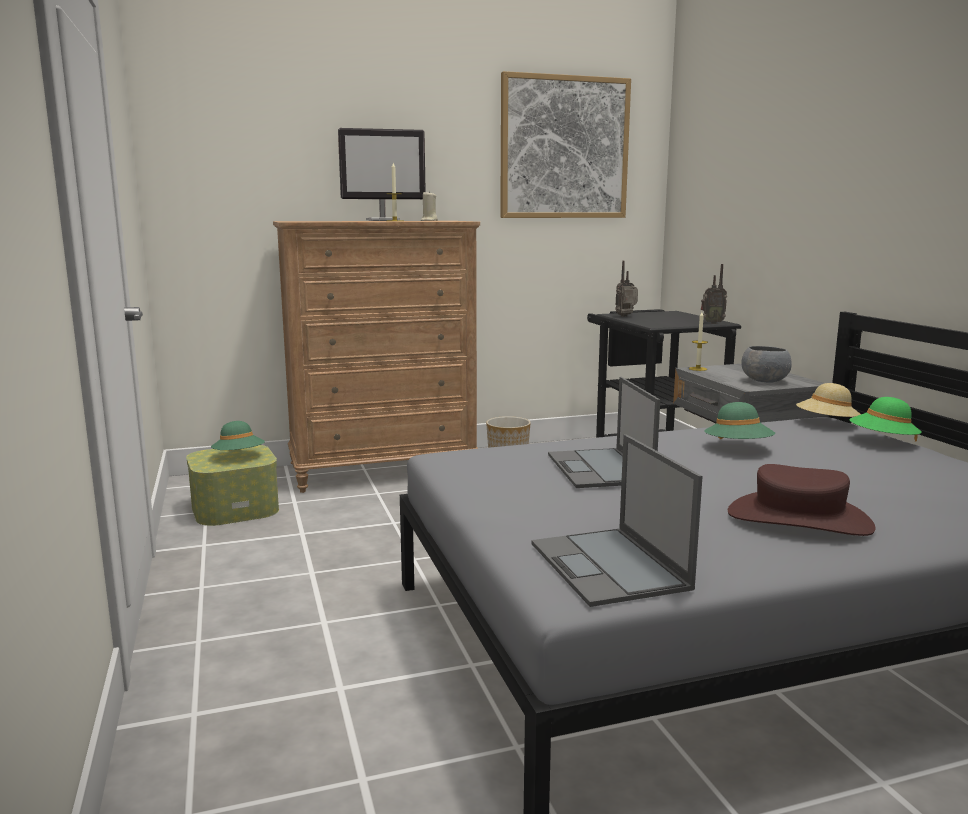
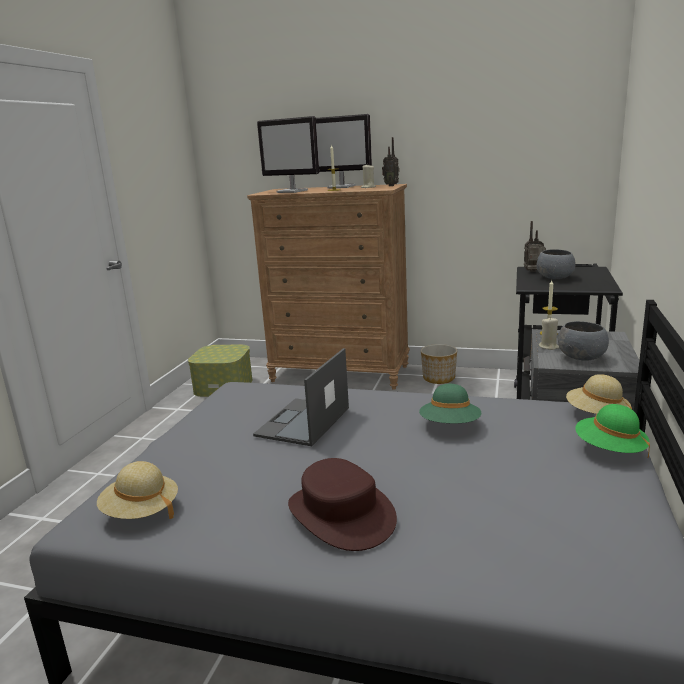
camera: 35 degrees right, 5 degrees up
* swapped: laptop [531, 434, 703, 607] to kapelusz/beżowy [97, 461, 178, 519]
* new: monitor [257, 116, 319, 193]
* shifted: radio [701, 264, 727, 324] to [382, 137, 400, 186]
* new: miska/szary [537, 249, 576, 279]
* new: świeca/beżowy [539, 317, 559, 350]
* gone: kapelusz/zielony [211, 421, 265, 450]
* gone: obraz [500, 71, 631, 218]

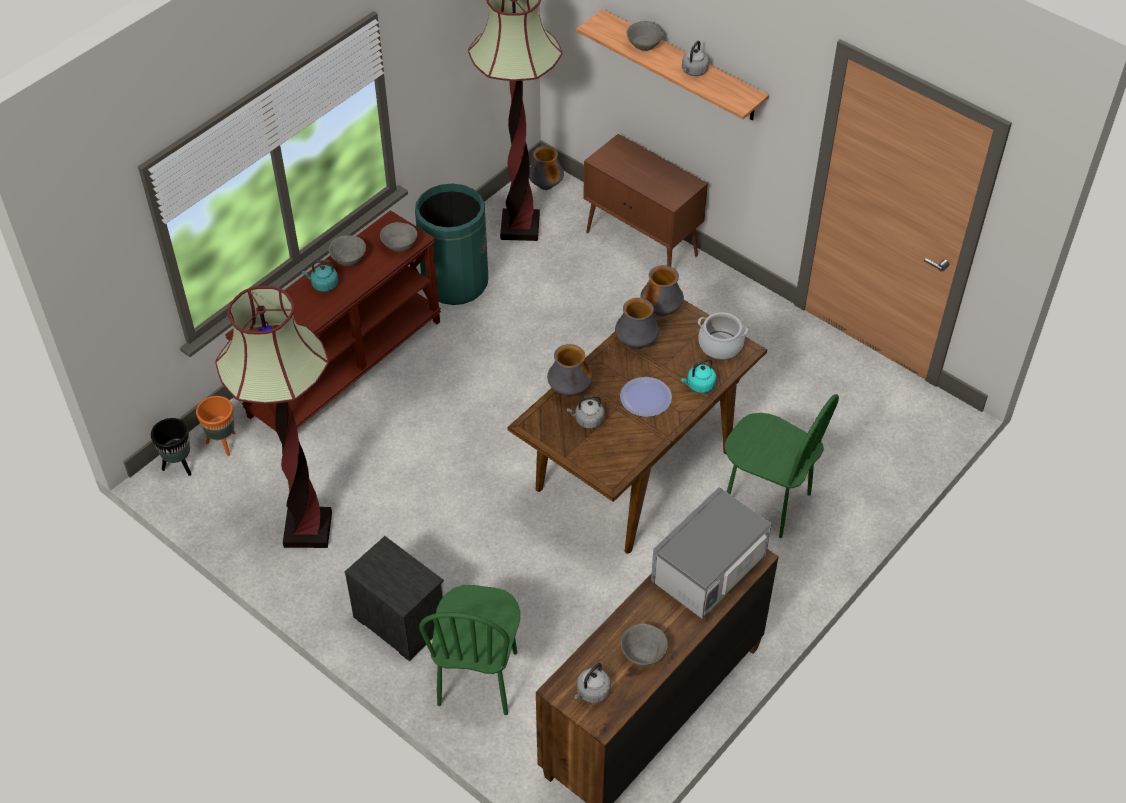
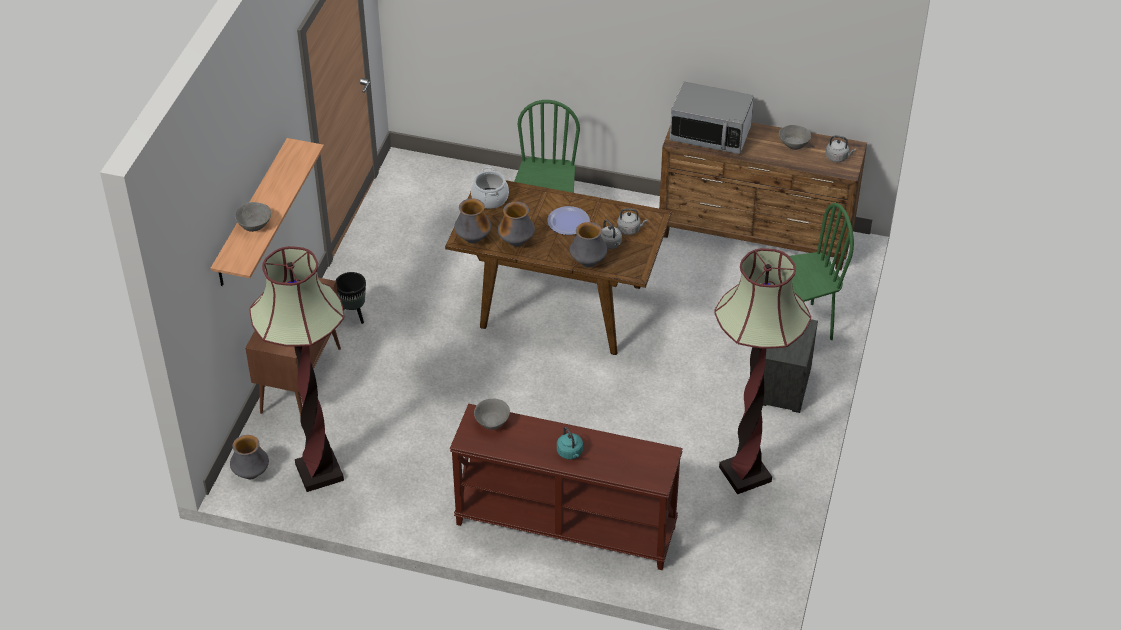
camera: 115 degrees left, 5 degrees down
* shifted: donica/czarny [151, 418, 192, 476] to [336, 272, 366, 324]
* shifted: czajnik/szary [682, 41, 709, 76] to [617, 208, 647, 235]
* gone: donica/pomarańczowy [196, 396, 236, 456]
* gone: miska/szary [329, 235, 366, 266]
* gone: kosz na śmieci/zielony [415, 183, 488, 305]
* gone: czajnik/turkusowy [681, 359, 716, 393]

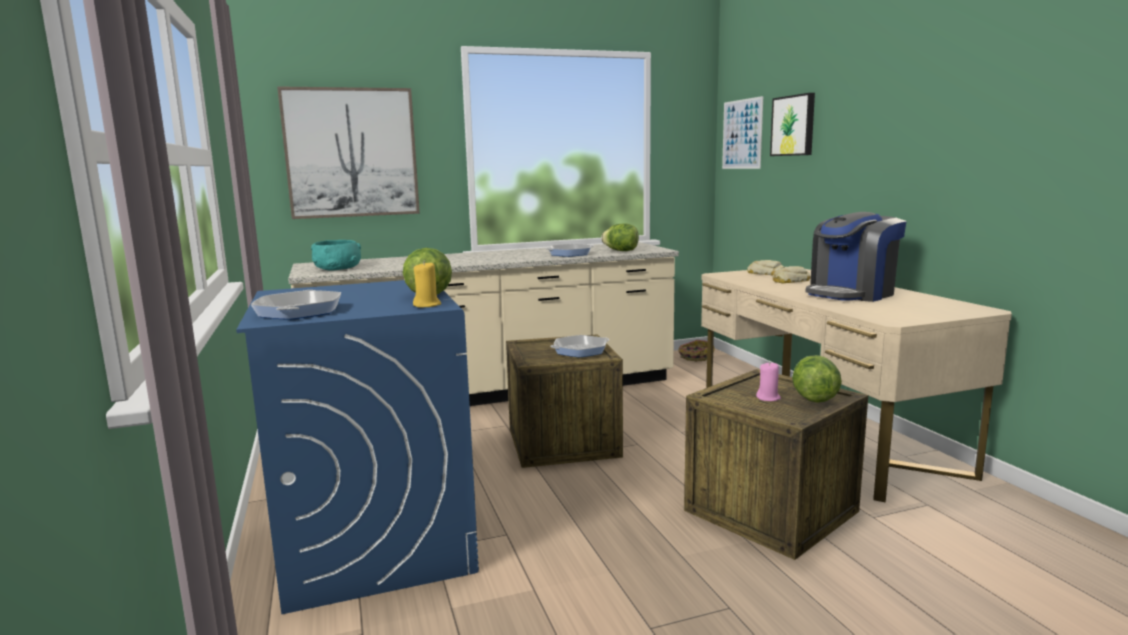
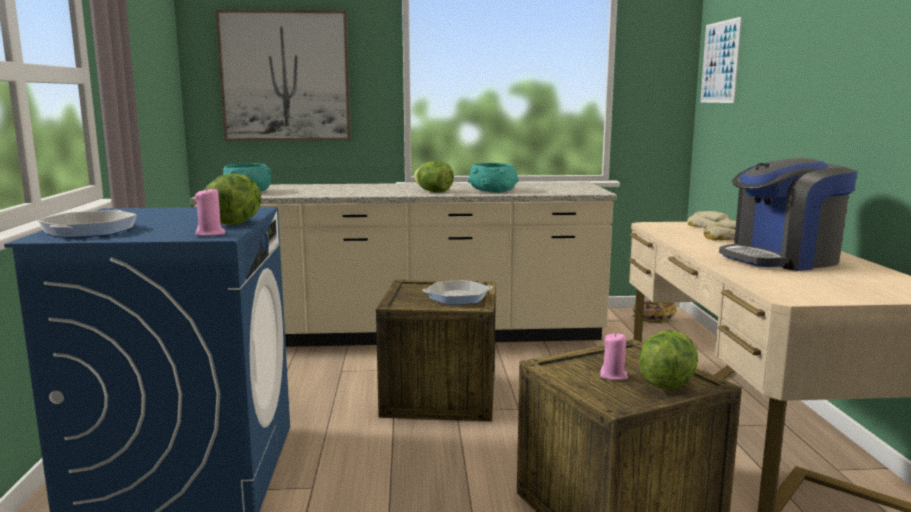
camera: 15 degrees right, 0 degrees up
* repainted: świeca/żółty [413, 261, 441, 307] to świeca/różowy [195, 187, 225, 236]
* shifted: sałata [601, 223, 639, 251] to [414, 161, 454, 192]
* swapped: patelnia [546, 244, 594, 257] to miska/turkusowy [468, 163, 519, 193]
* gone: obraz [770, 93, 815, 156]

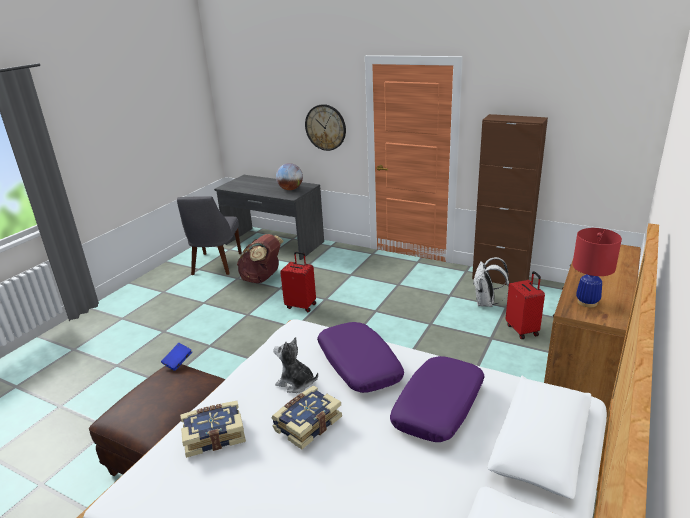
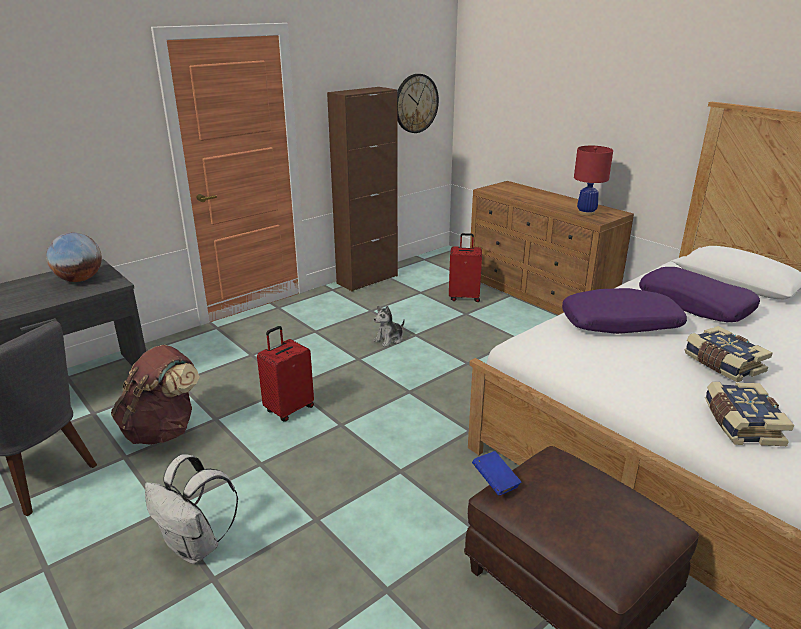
camera: 70 degrees left, 0 degrees up
* shifted: plecak/biały [473, 257, 509, 307] to [145, 454, 238, 564]
* shifted: pluszak [273, 337, 318, 393] to [373, 306, 405, 347]
* shifted: zegar ścienny [305, 104, 346, 151] to [397, 74, 439, 133]

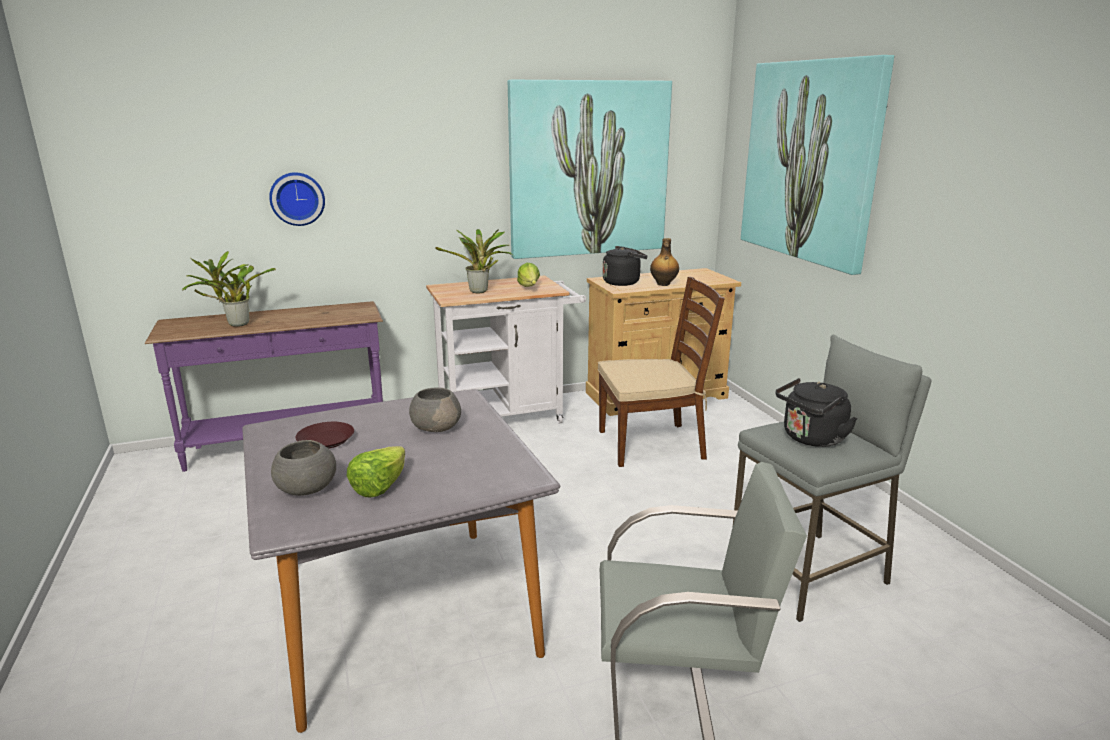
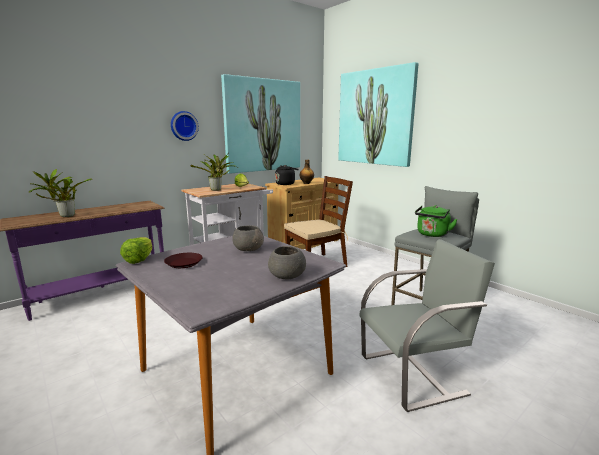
camera: 20 degrees left, 5 degrees down
* shifted: sałata [347, 446, 405, 497] to [120, 237, 152, 264]
* shifted: zegar ścienny [269, 172, 325, 226] to [171, 111, 199, 141]
* shifted: miska/szary [271, 440, 336, 496] to [268, 246, 306, 279]
* repainted: czajnik/czarny [776, 378, 857, 447] to czajnik/zielony [415, 205, 458, 237]

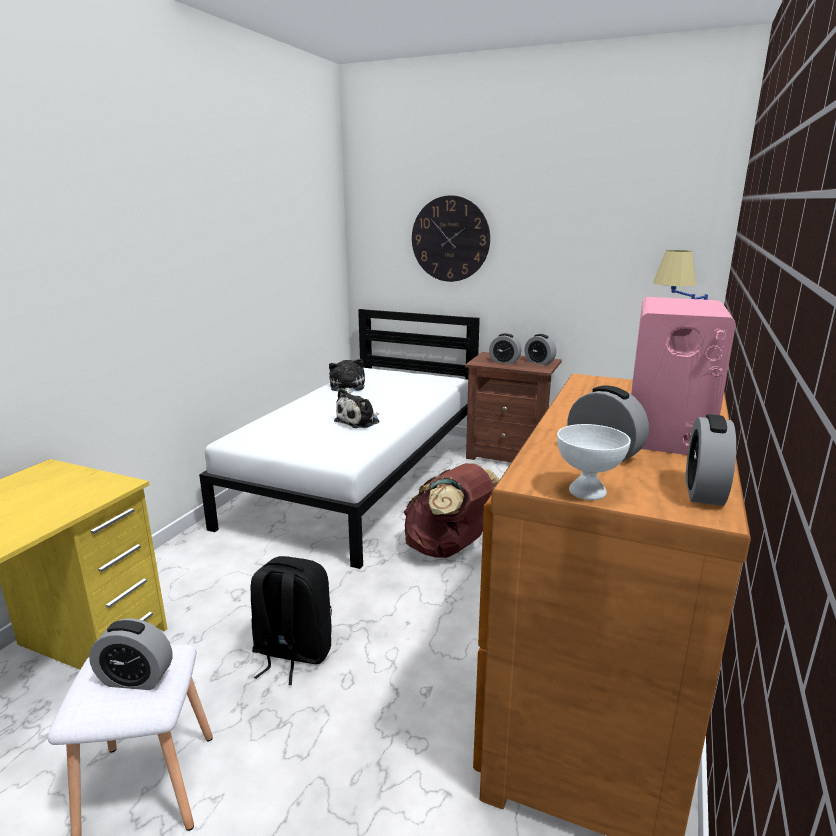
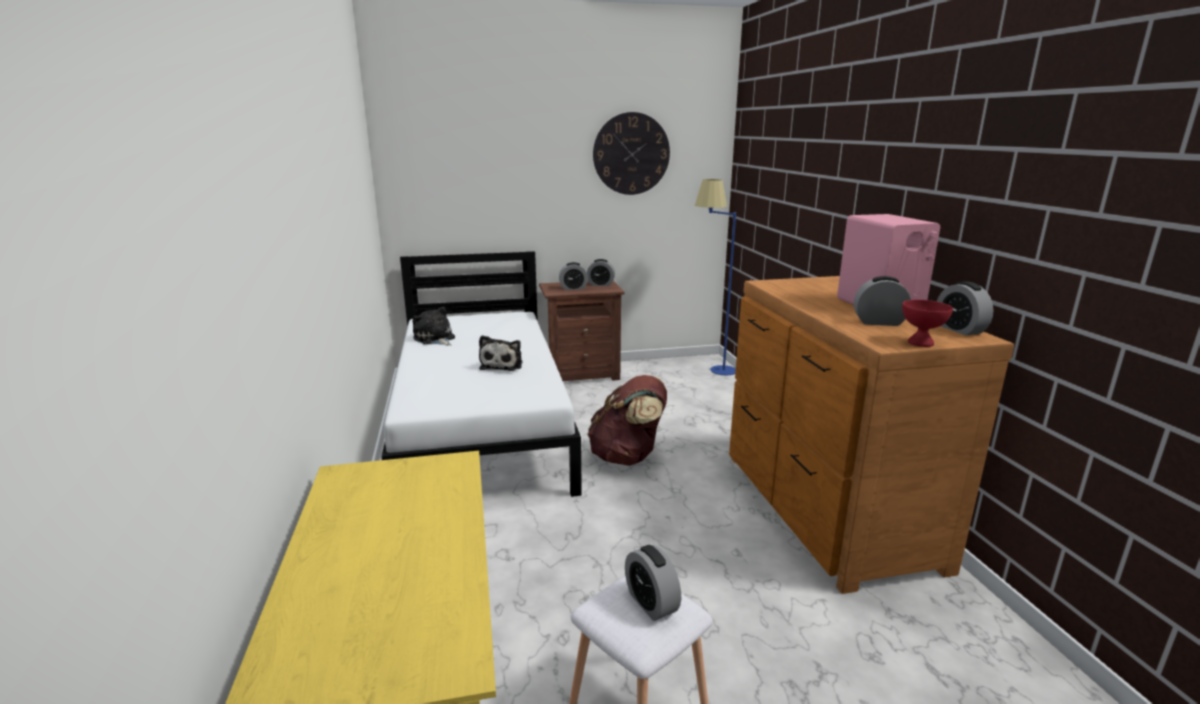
camera: 35 degrees left, 0 degrees up
* shifted: zegar ścienny [412, 195, 490, 282] to [593, 112, 670, 195]
* rotated: budzik [89, 618, 172, 690] = [625, 545, 681, 621] 90 degrees clockwise
* repainted: miska/biały [557, 424, 631, 500] to miska/czerwony [902, 300, 953, 347]
* gone: plecak/czarny [251, 556, 332, 685]

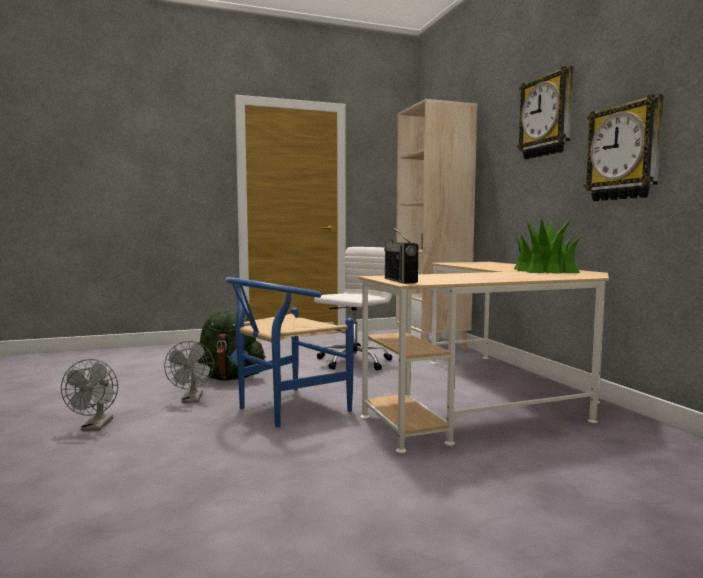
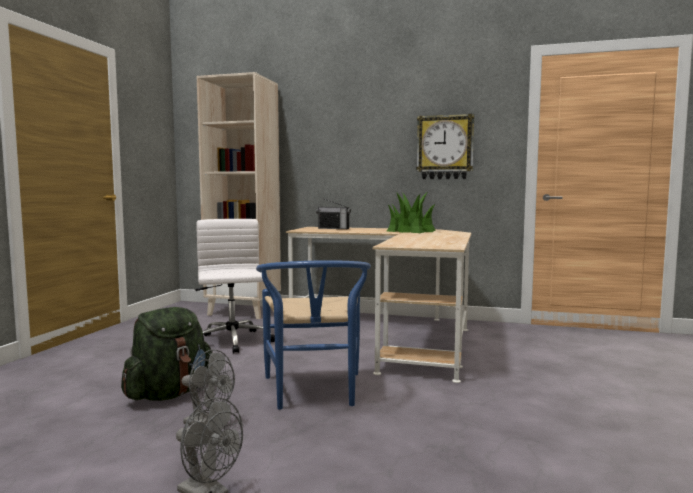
camera: 55 degrees left, 0 degrees up
* shifted: radio [384, 226, 418, 284] to [316, 198, 351, 229]
* gone: zegar ścienny [517, 66, 573, 159]

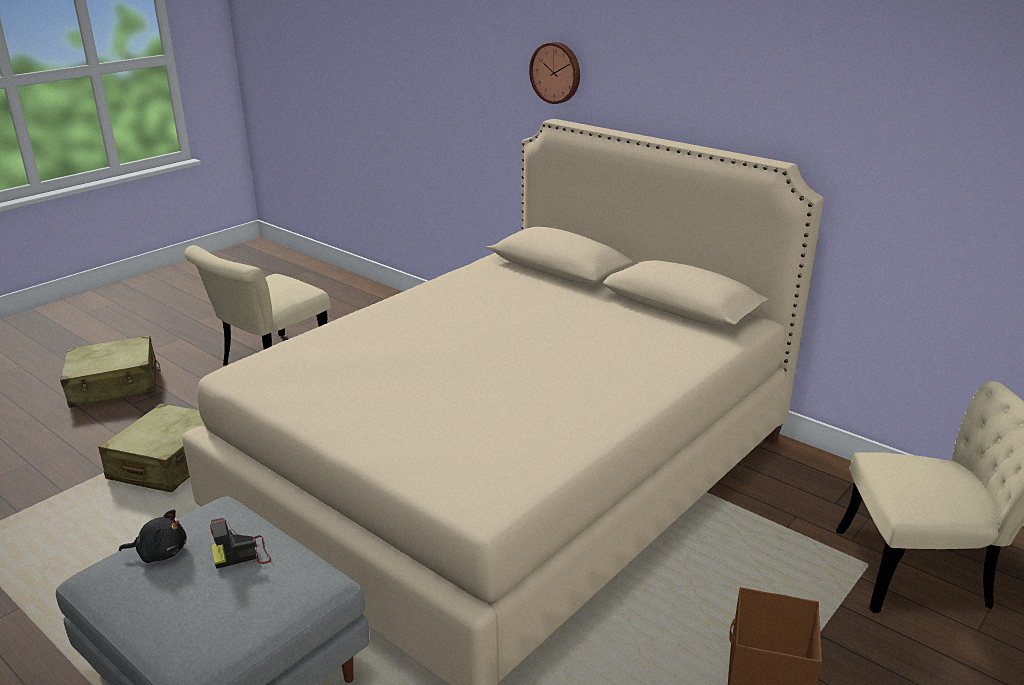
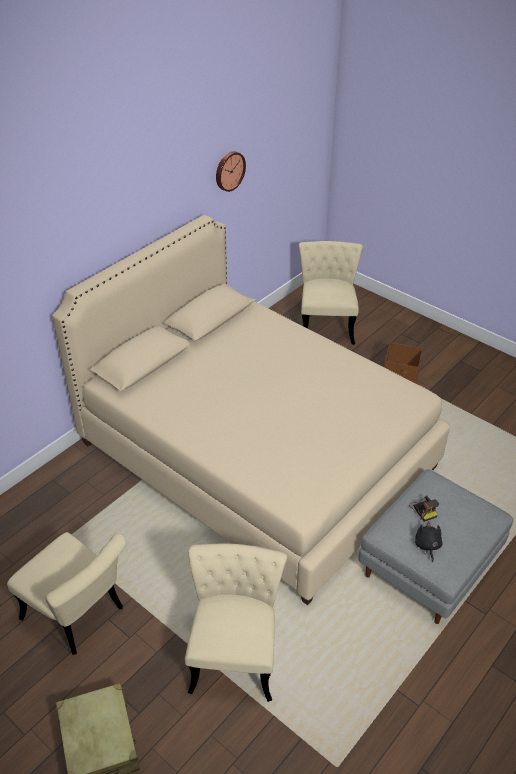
camera: 90 degrees left, 15 degrees up
* swapped: walizka/beżowy [98, 403, 206, 492] to krzesło/beżowy [185, 543, 287, 702]
* shifted: zegar ścienny [529, 42, 580, 104] to [216, 151, 246, 192]

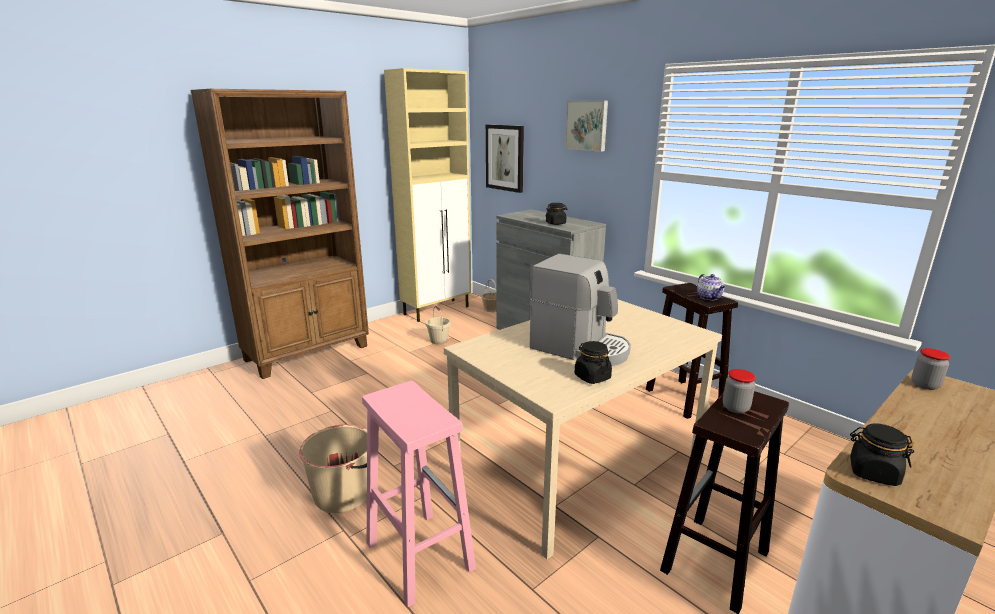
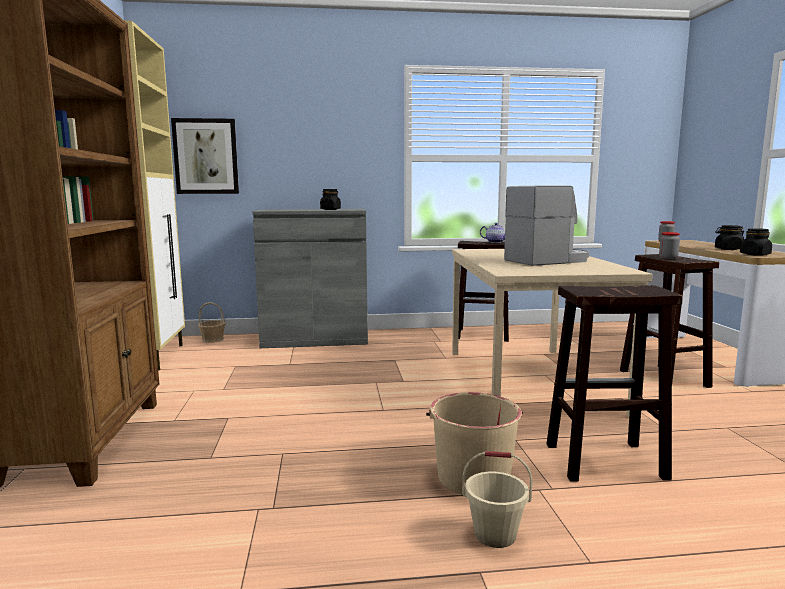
camera: 55 degrees left, 10 degrees down
* shifted: wiadro/beżowy [426, 306, 451, 344] to [462, 451, 533, 548]
* repainted: stołek/różowy [362, 381, 476, 607] to stołek/brązowy [547, 285, 683, 482]
* shifted: słoik/czarny [574, 341, 612, 384] to [715, 225, 744, 250]
* gone: obraz [565, 101, 608, 152]

